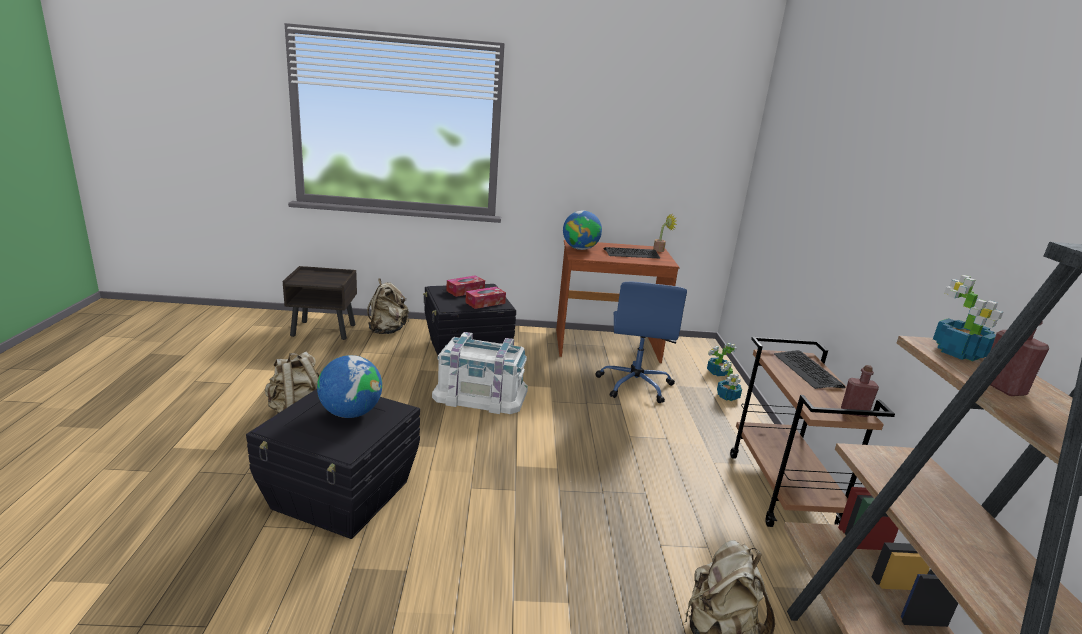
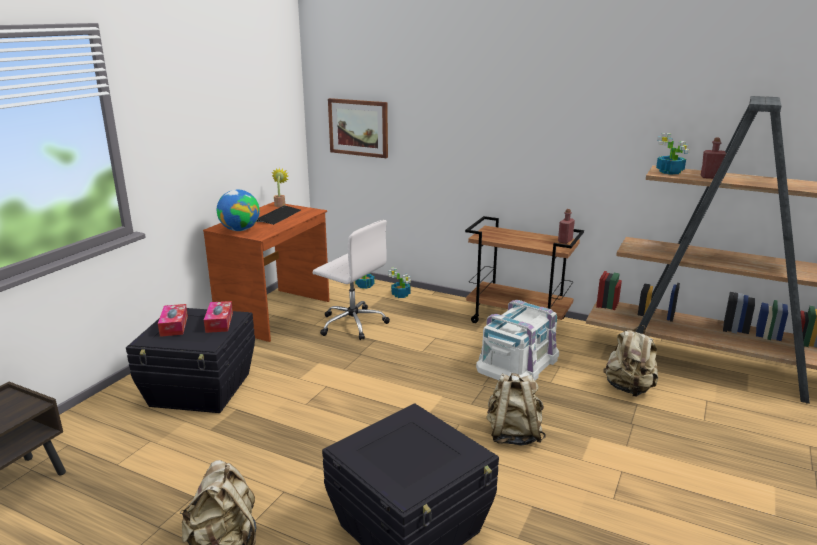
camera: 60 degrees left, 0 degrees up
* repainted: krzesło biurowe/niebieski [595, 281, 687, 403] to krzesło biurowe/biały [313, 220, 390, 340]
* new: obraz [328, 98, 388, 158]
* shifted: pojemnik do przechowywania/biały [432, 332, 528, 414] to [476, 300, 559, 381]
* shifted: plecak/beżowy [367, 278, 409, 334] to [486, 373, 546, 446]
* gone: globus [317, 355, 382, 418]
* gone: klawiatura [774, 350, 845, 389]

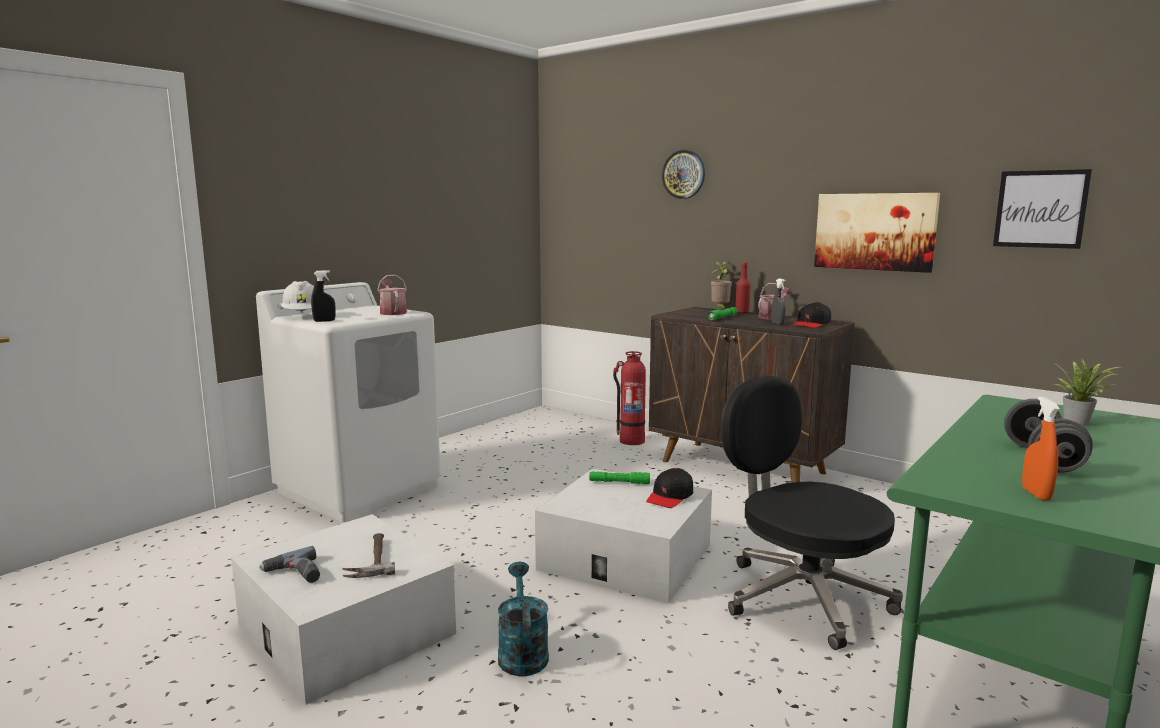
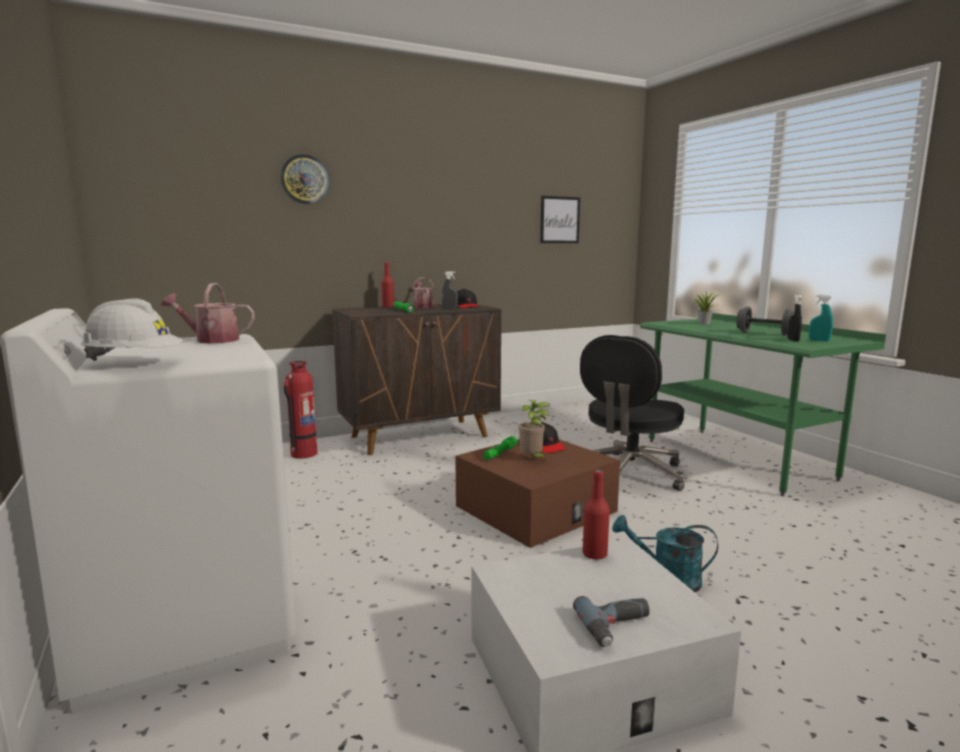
camera: 65 degrees left, 0 degrees up
* repainted: pojemnik do przechowywania/biały [535, 469, 712, 604] to pojemnik do przechowywania/brązowy [456, 439, 620, 548]
* shifted: roślina doniczkowa [711, 261, 732, 310] to [518, 400, 550, 460]
* rotated: krzesło biurowe/czarny [721, 376, 903, 650] = [580, 335, 684, 491] 45 degrees counterclockwise
* new: butelka/czerwony [583, 470, 610, 560]
* shifted: spryskiwacz/czarny [311, 270, 336, 322] to [788, 294, 802, 342]
* repainted: spryskiwacz/pomarańczowy [1022, 397, 1059, 501] to spryskiwacz/turkusowy [809, 295, 833, 342]
* gone: młotek [342, 533, 395, 578]
* gone: obraz [814, 193, 940, 273]

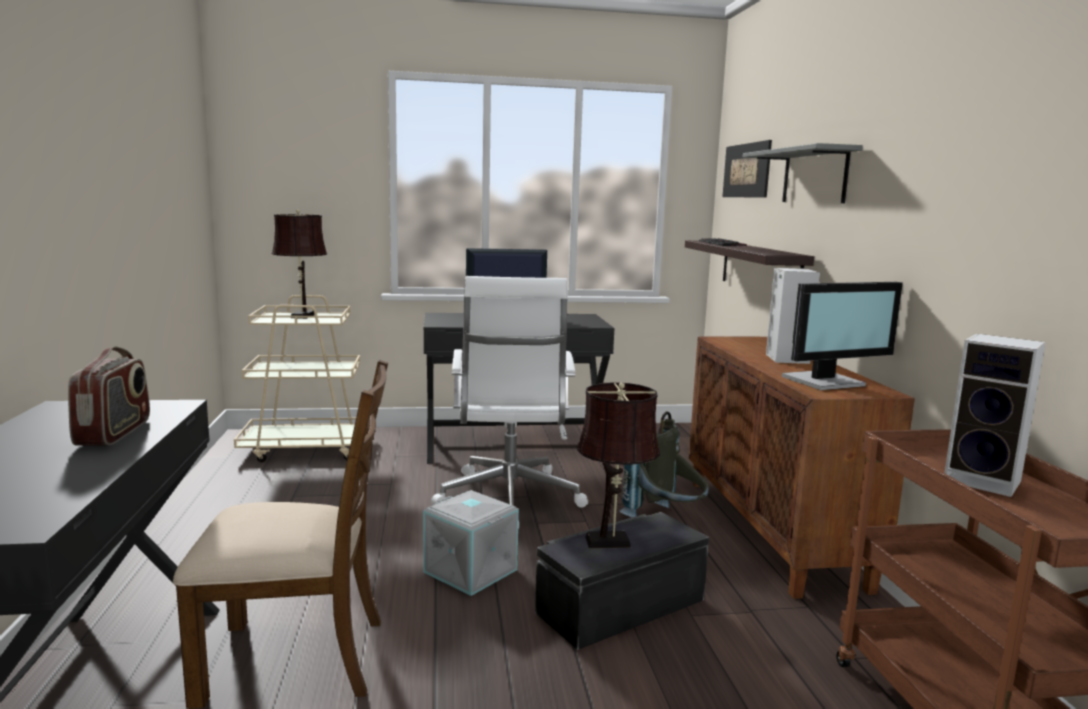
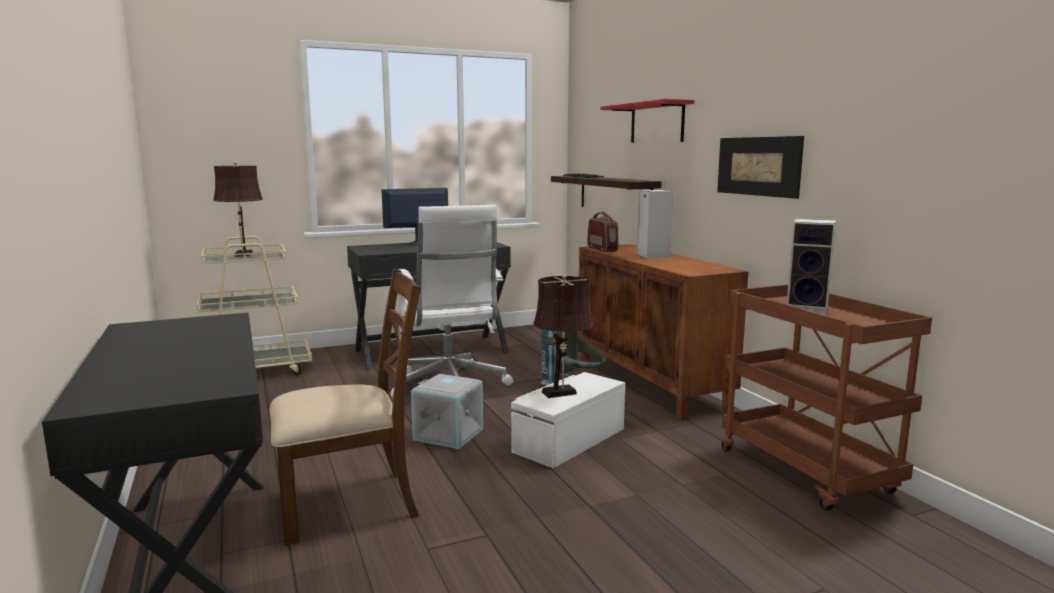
camera: 15 degrees left, 0 degrees up
* repainted: pojemnik do przechowywania/czarny [535, 512, 709, 650] to pojemnik do przechowywania/biały [511, 372, 625, 468]
* shifted: radio [68, 347, 150, 445] to [587, 211, 619, 252]
* repainted: półka/szary [743, 143, 863, 203] to półka/czerwony [600, 99, 694, 143]
* shifted: obraz [722, 140, 772, 198] to [717, 136, 804, 199]
* gone: monitor [782, 282, 903, 390]

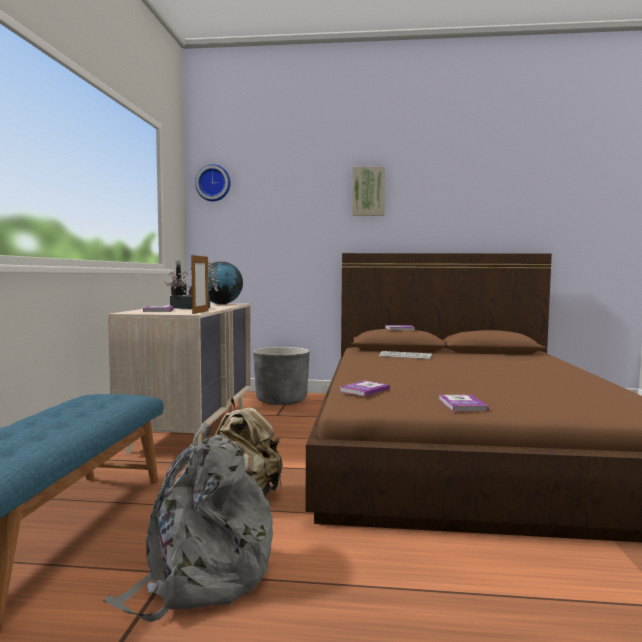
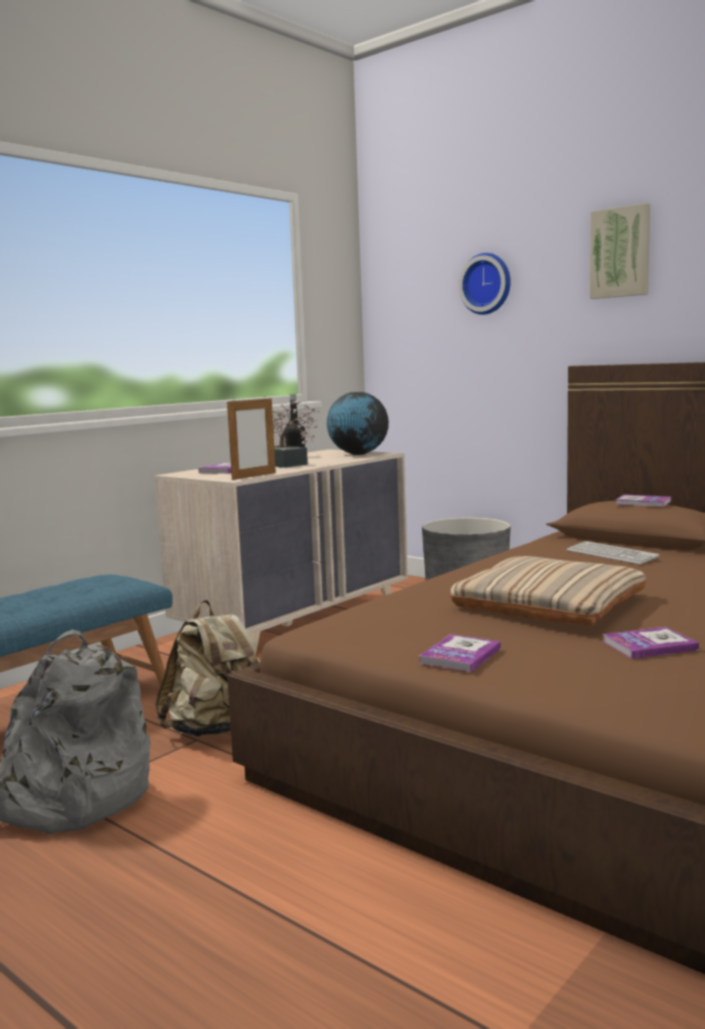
camera: 35 degrees right, 5 degrees up
* new: poduszka/beżowy [450, 556, 647, 626]
* shifted: zegar ścienny [195, 164, 231, 201] to [458, 253, 511, 315]
* shifted: książka [340, 381, 390, 396] to [602, 627, 699, 659]

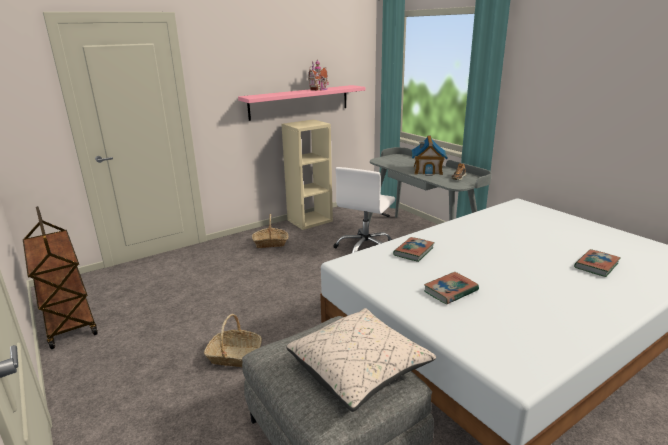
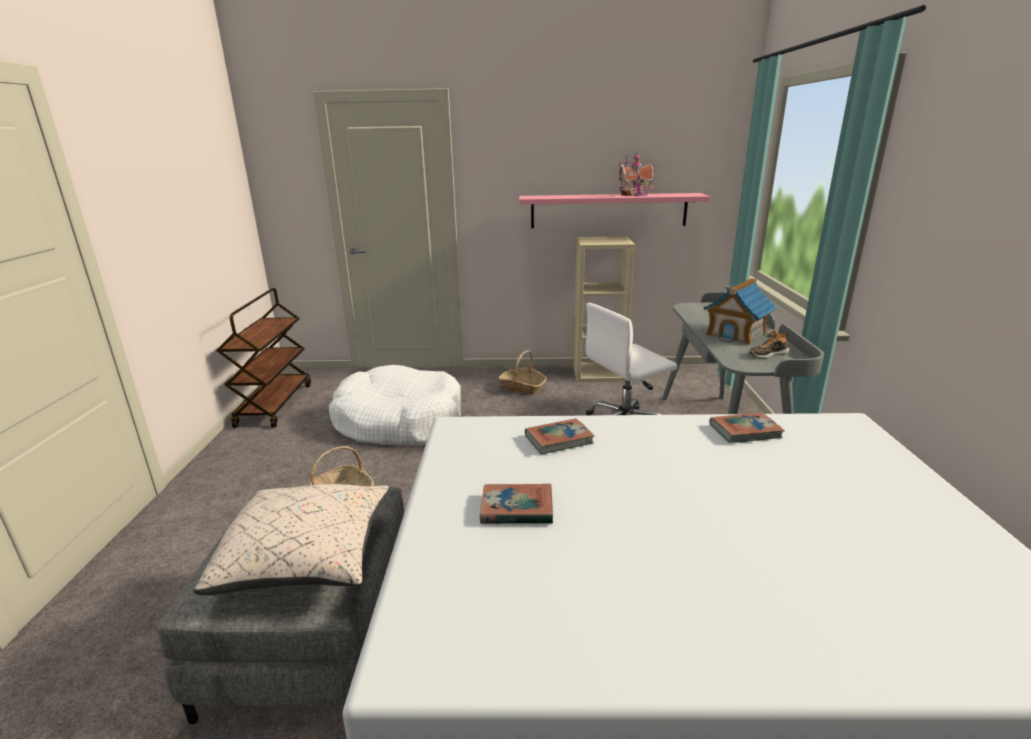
camera: 35 degrees right, 0 degrees up
* new: legowisko/biały [329, 365, 461, 446]
* shifted: książka [574, 249, 620, 277] to [709, 412, 785, 443]

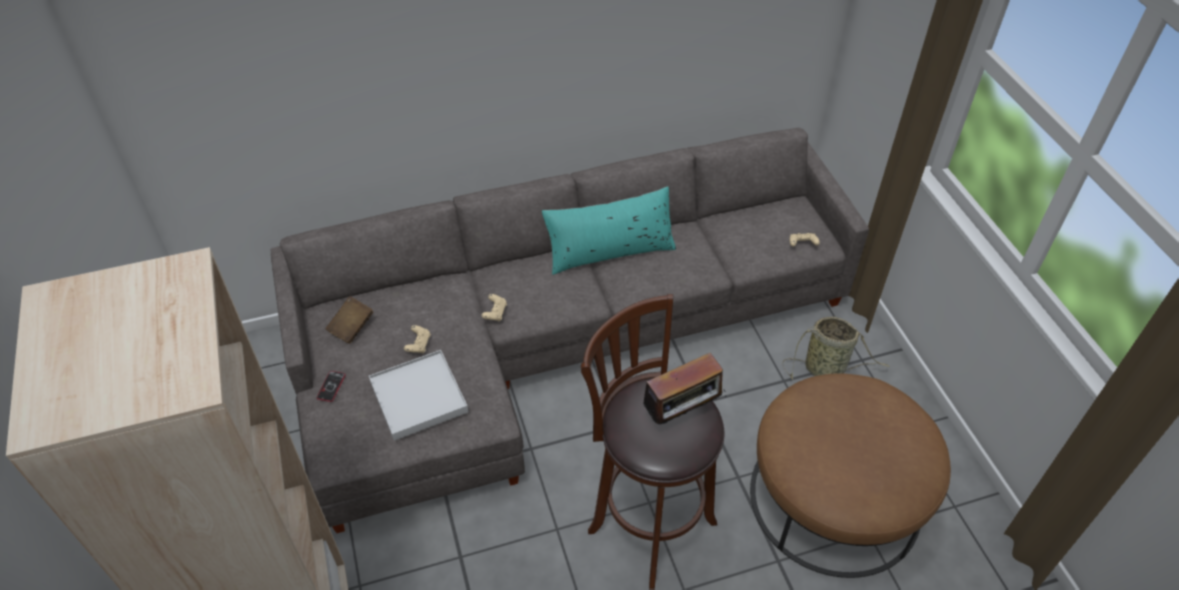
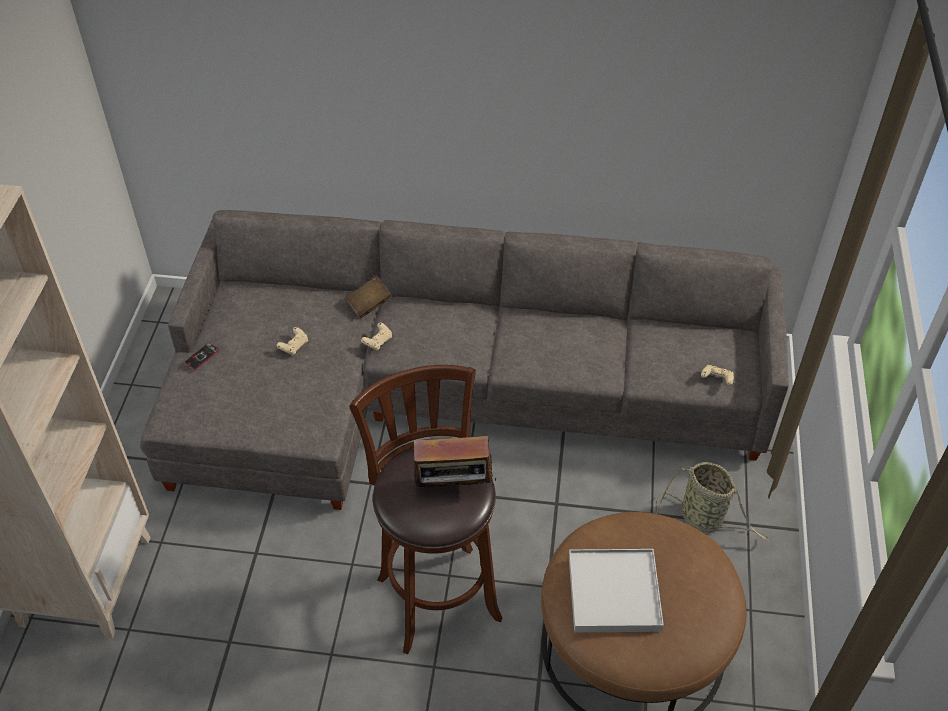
camera: 25 degrees right, 0 degrees up
* shifted: książka/brązowy [325, 296, 373, 344] to [345, 276, 392, 318]
* shifted: taca/biały [369, 350, 468, 441] to [569, 549, 664, 633]
* gone: poduszka/turkusowy [542, 186, 676, 275]

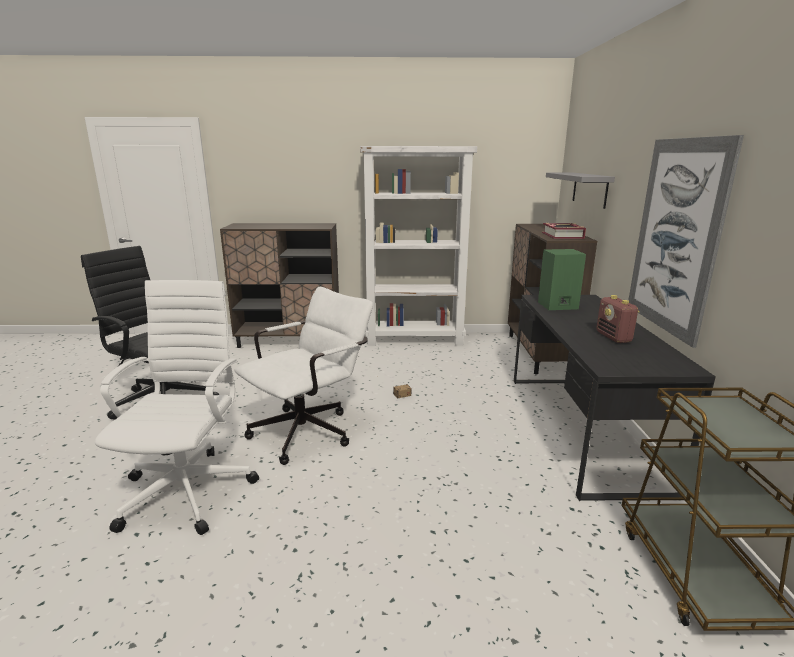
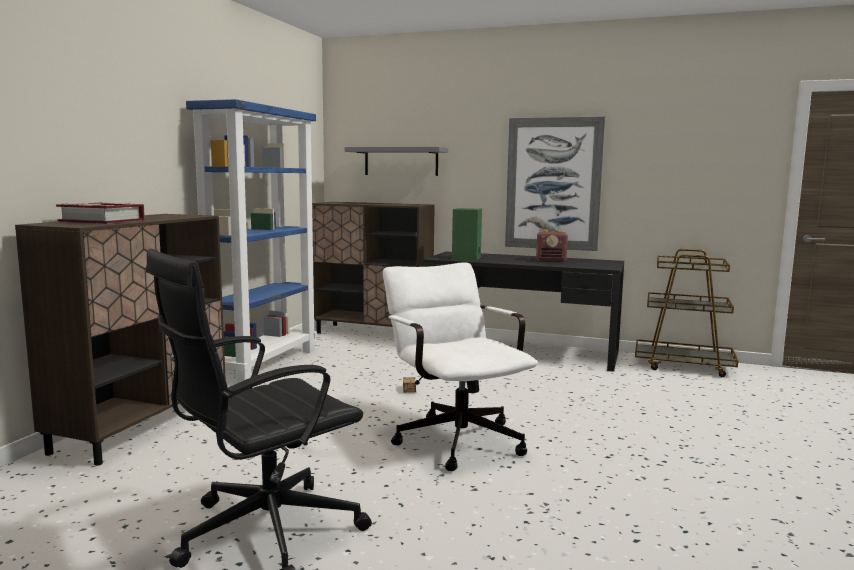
camera: 70 degrees left, 10 degrees down
* shifted: książka [542, 223, 586, 239] to [56, 202, 145, 224]
* repainted: regał/biały [360, 146, 477, 346] to regał/niebieski [186, 99, 317, 383]
* gone: krzesło biurowe/biały [95, 280, 259, 535]

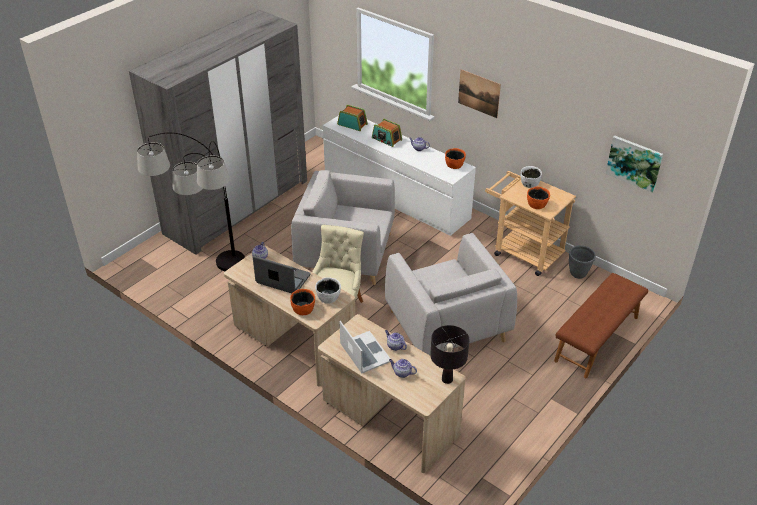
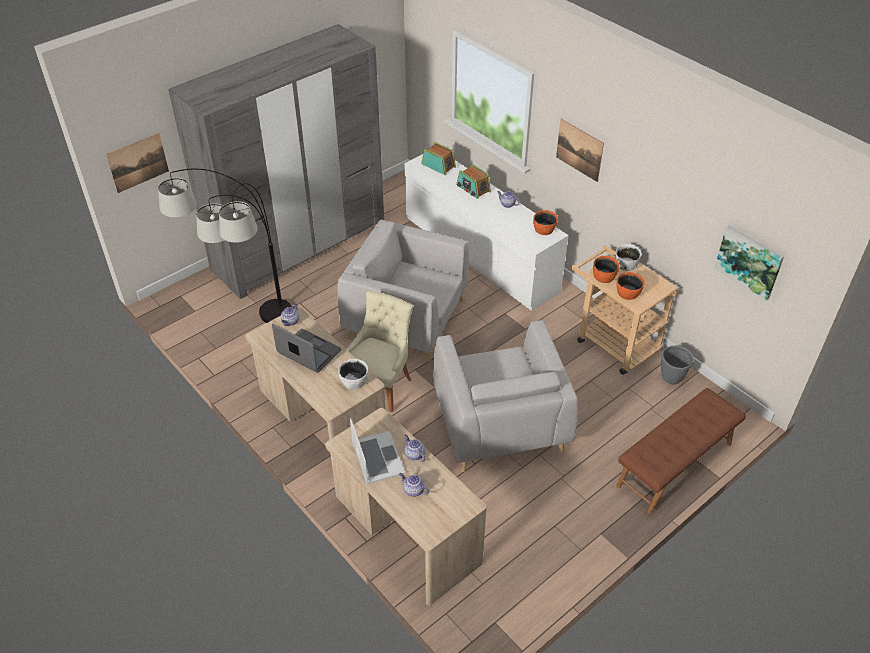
camera: 10 degrees right, 5 degrees up
* new: obraz [106, 133, 169, 193]
* shifted: miska/pomarańczowy [290, 289, 315, 315] to [593, 256, 619, 283]
* gone: lampa stołowa/czarny [430, 325, 469, 384]

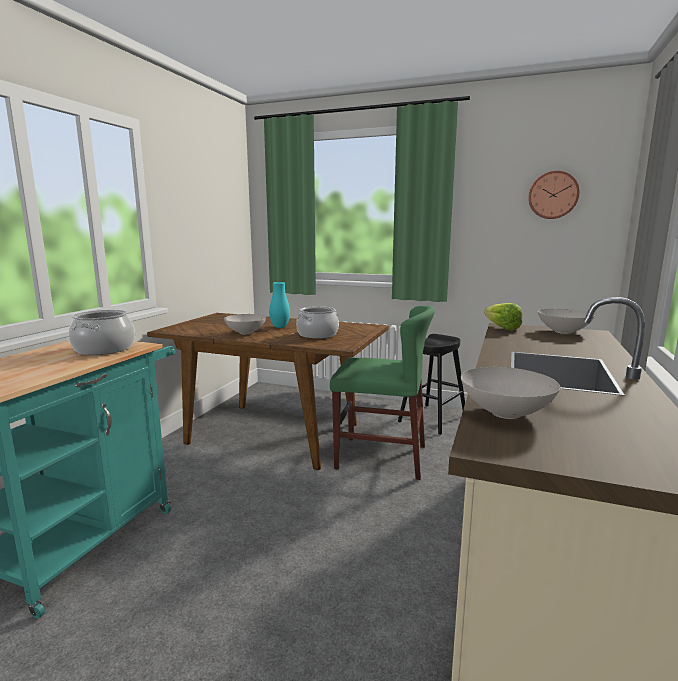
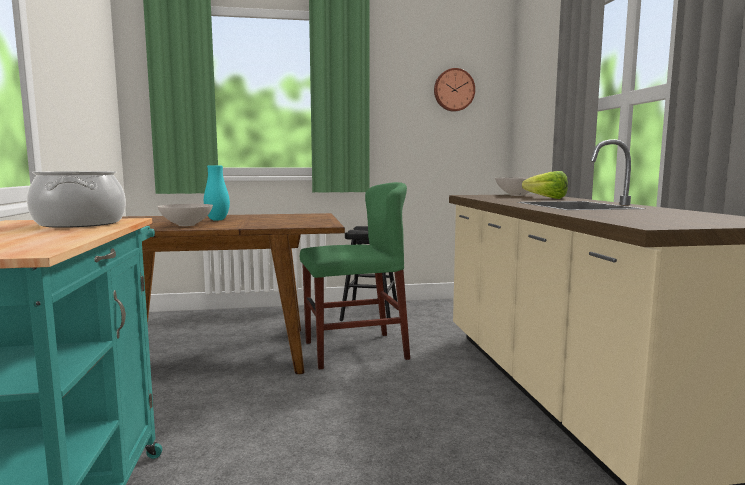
camera: 30 degrees left, 5 degrees down
* shifted: sałata [484, 303, 522, 331] to [522, 171, 568, 199]
* gone: garnek [296, 306, 339, 339]
* gone: miska/biały [461, 367, 560, 419]

